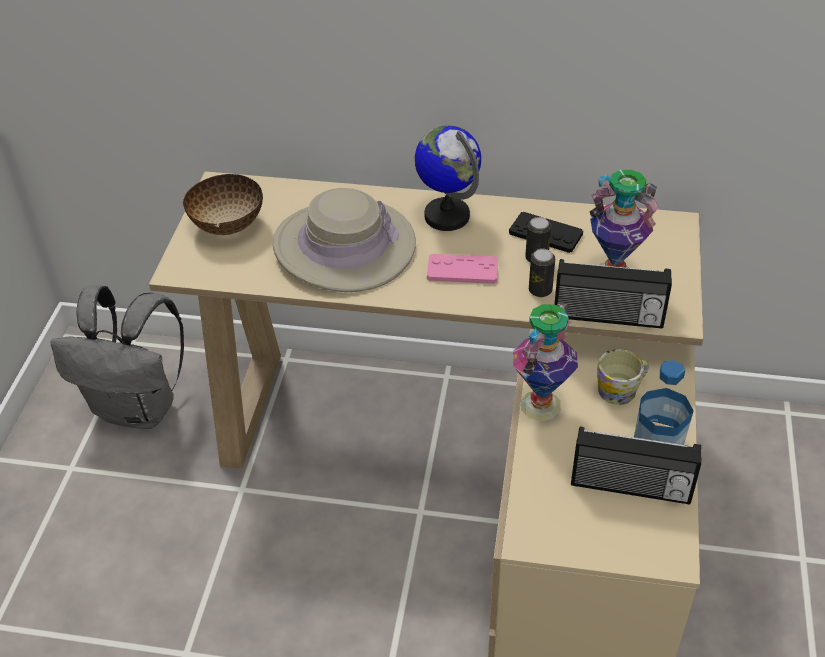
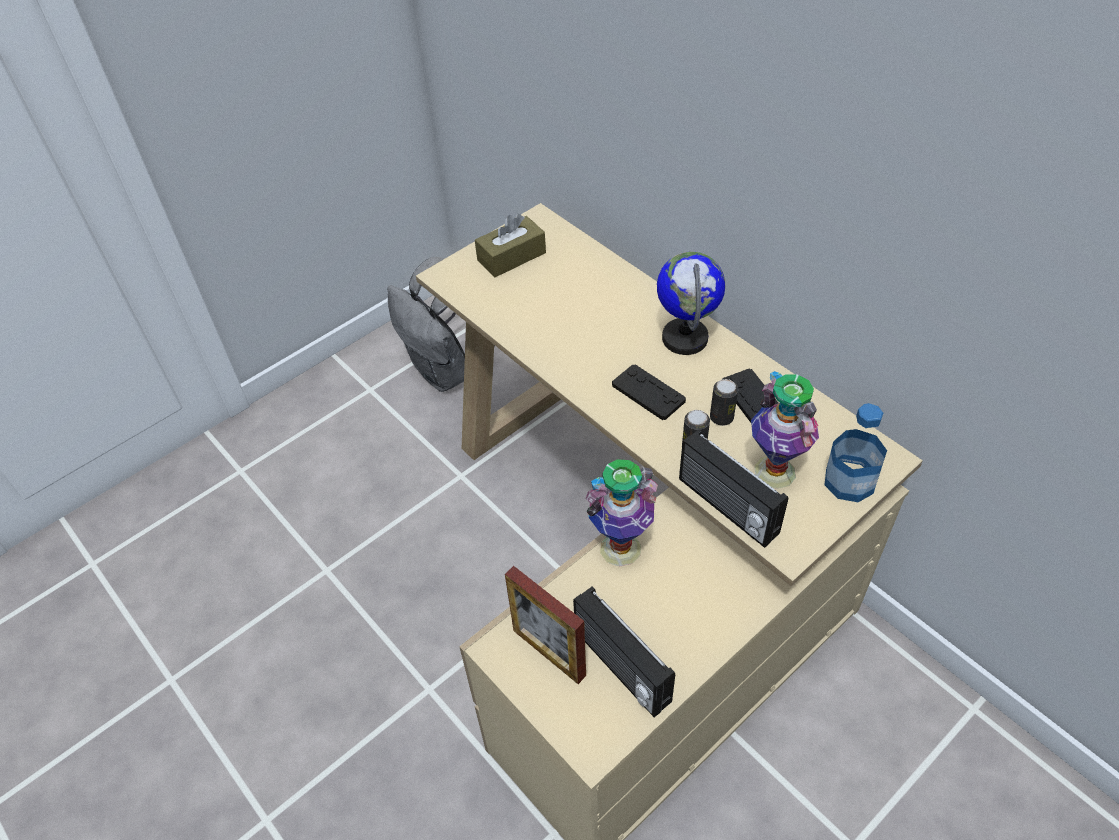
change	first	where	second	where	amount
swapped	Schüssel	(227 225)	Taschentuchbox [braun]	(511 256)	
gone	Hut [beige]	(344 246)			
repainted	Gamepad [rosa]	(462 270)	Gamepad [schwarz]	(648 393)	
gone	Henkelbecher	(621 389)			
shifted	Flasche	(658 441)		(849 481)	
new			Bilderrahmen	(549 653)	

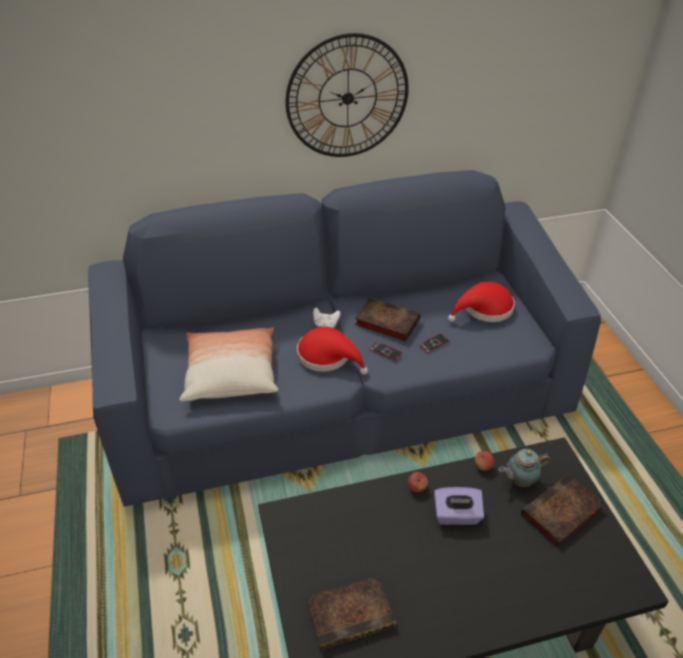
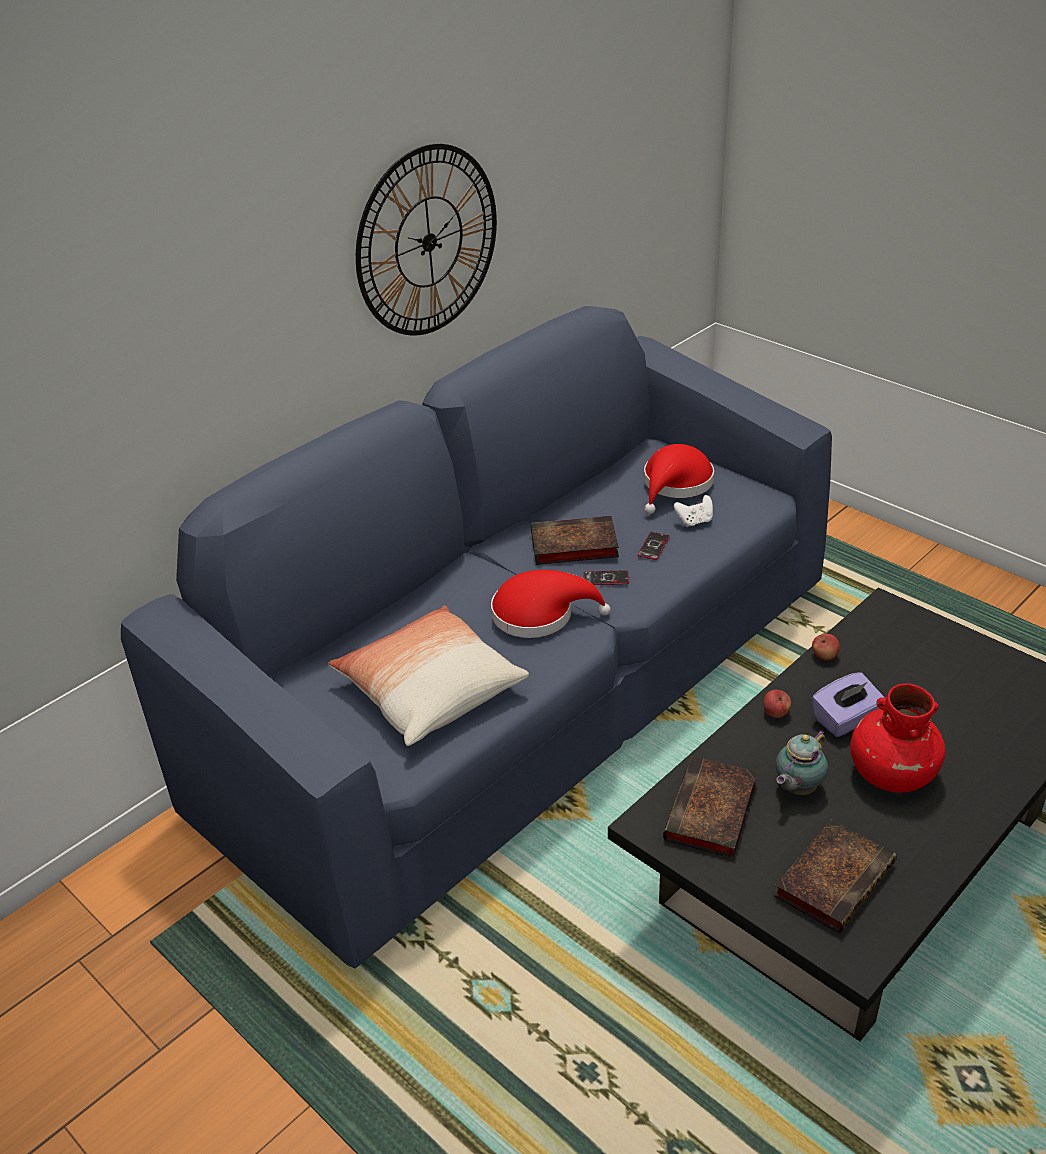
change	first	where	second	where	amount
shifted	Gamepad [weiß]	(326 324)		(694 521)	
shifted	Teekanne	(519 480)		(796 789)	
shifted	Buch	(560 514)		(711 814)	
new			Vase [rot]	(890 773)	

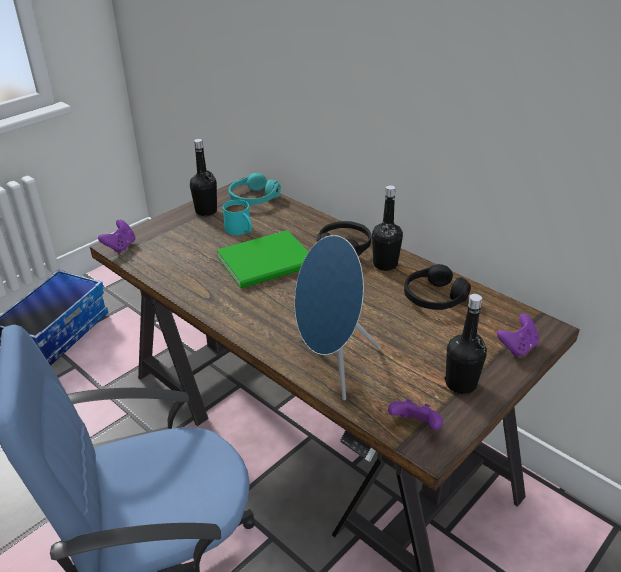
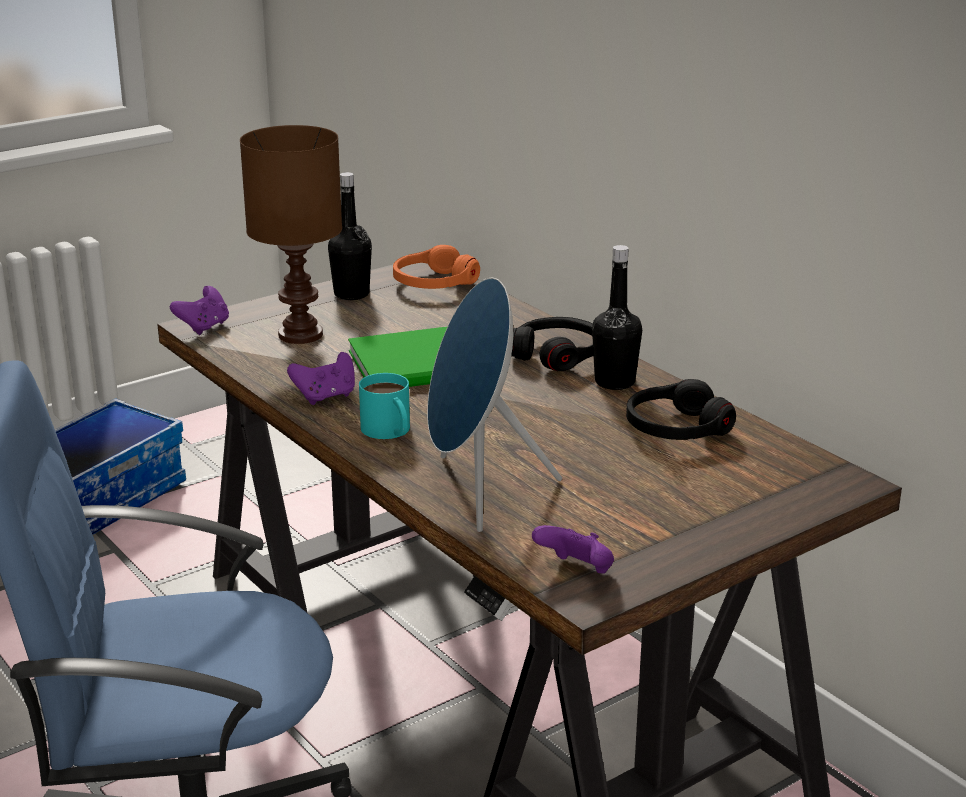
change	first	where	second	where	amount
repainted	Kopfhörer [türkis]	(253 198)	Kopfhörer [orange]	(433 283)	
shifted	Henkelbecher [türkis]	(240 230)		(389 432)	
gone	Flasche [schwarz]	(460 384)			
shifted	Gamepad [lila]	(517 347)		(325 397)	
new			Tischlampe [braun]	(299 334)	

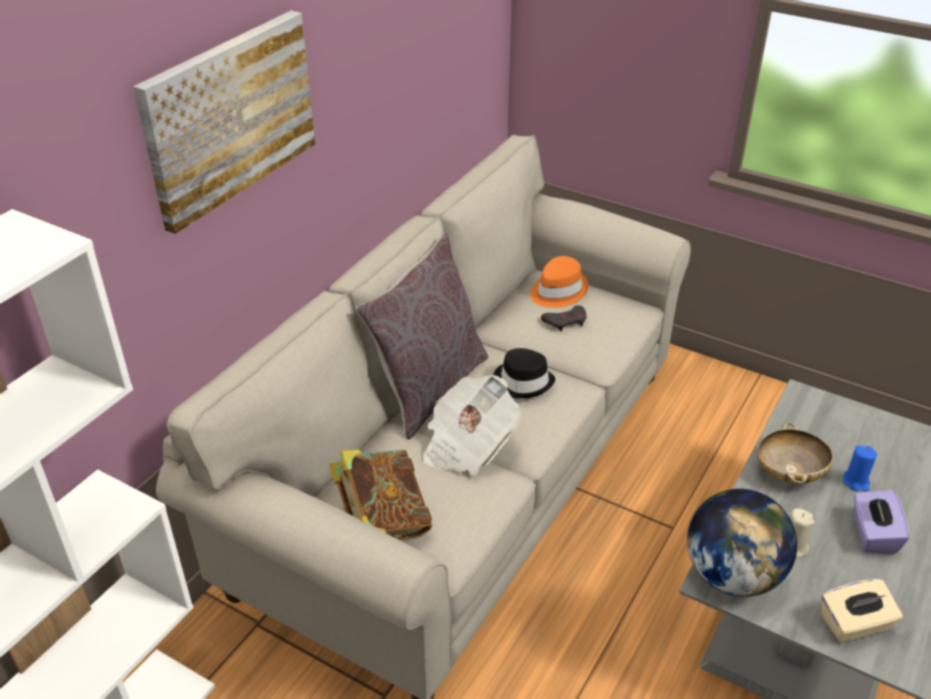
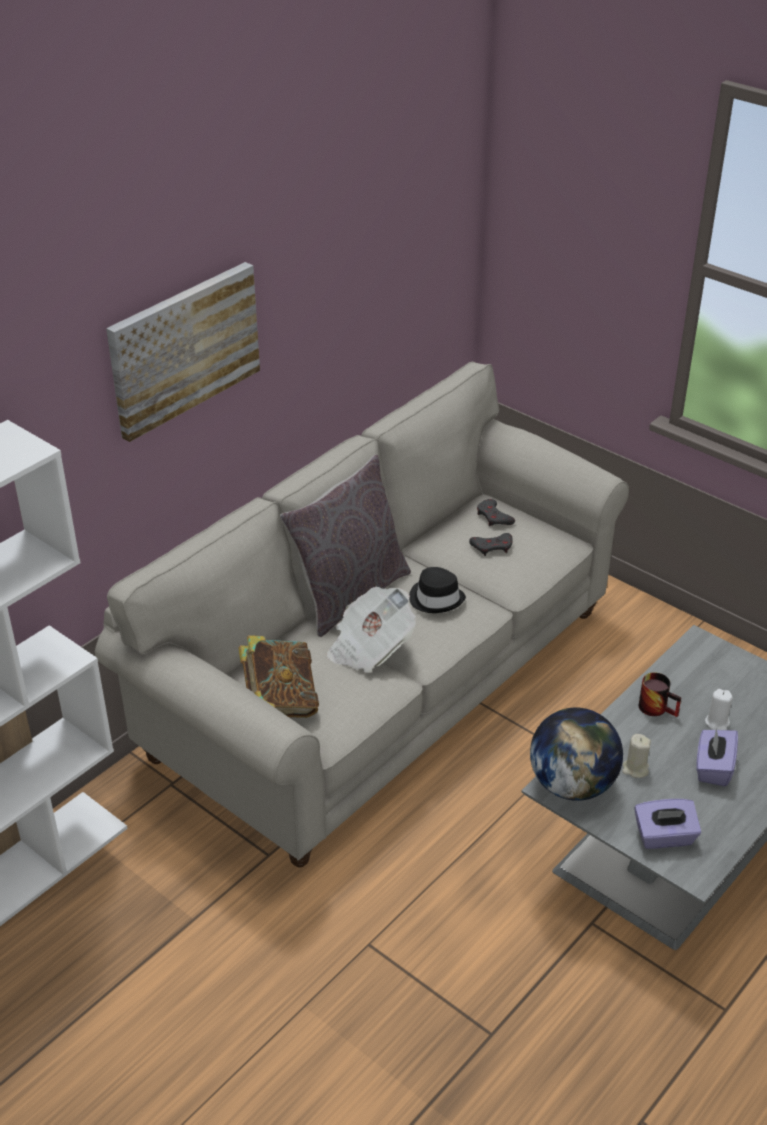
change	first	where	second	where	amount
swapped	Hut [orange]	(557 291)	Gamepad [grau]	(494 517)	
swapped	Schüssel [beige]	(789 472)	Henkelbecher	(658 707)	
repainted	Kerze [blau]	(856 482)	Kerze [weiß]	(717 723)	
repainted	Taschentuchbox [beige]	(854 625)	Taschentuchbox [lila]	(664 837)	

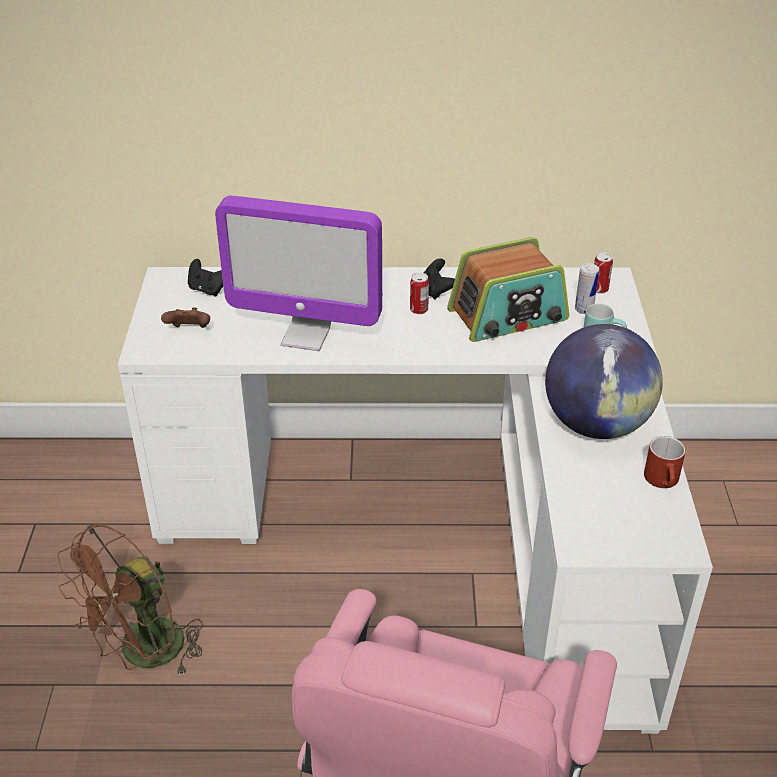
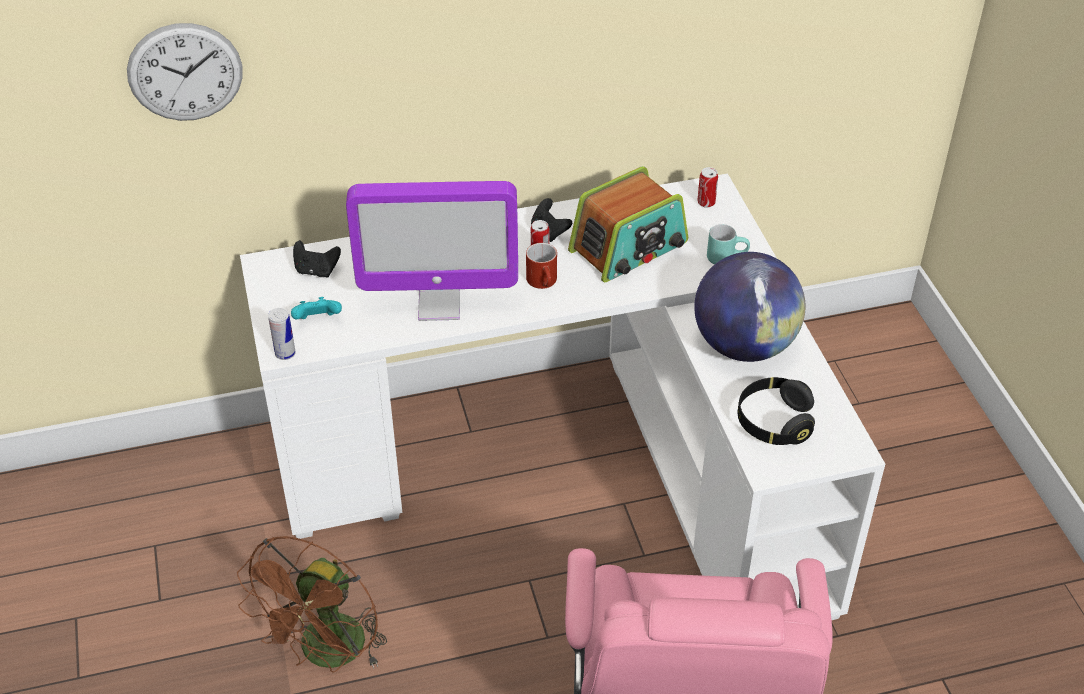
change	first	where	second	where	amount
shifted	Dose	(584 309)		(285 354)	
repainted	Gamepad [braun]	(189 330)	Gamepad [türkis]	(318 321)	
shifted	Henkelbecher [rot]	(664 481)		(544 282)	
new			Wanduhr	(185 72)	
new			Kopfhörer [schwarz]	(774 422)	

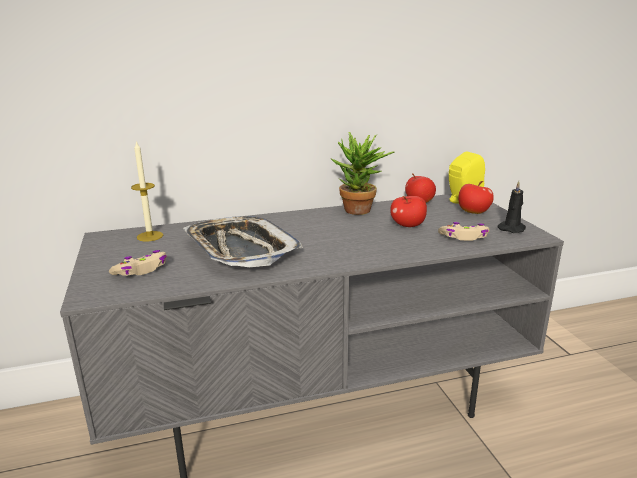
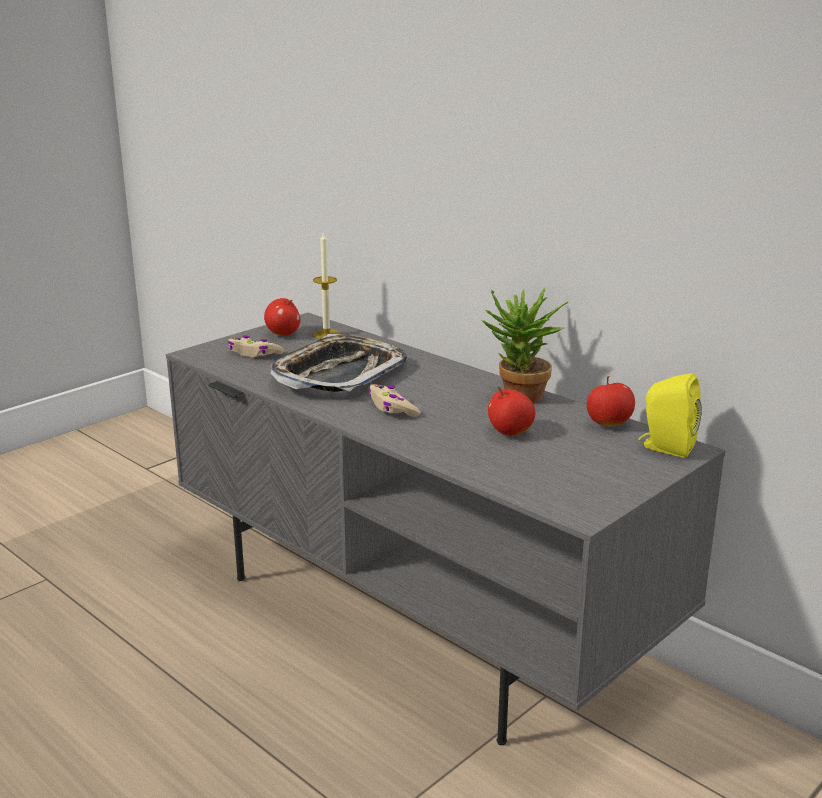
change	first	where	second	where	amount
shifted	Apfel	(473 212)		(283 334)	
gone	Kerze [schwarz]	(512 228)			
shifted	Gamepad [beige]	(464 237)		(392 408)	

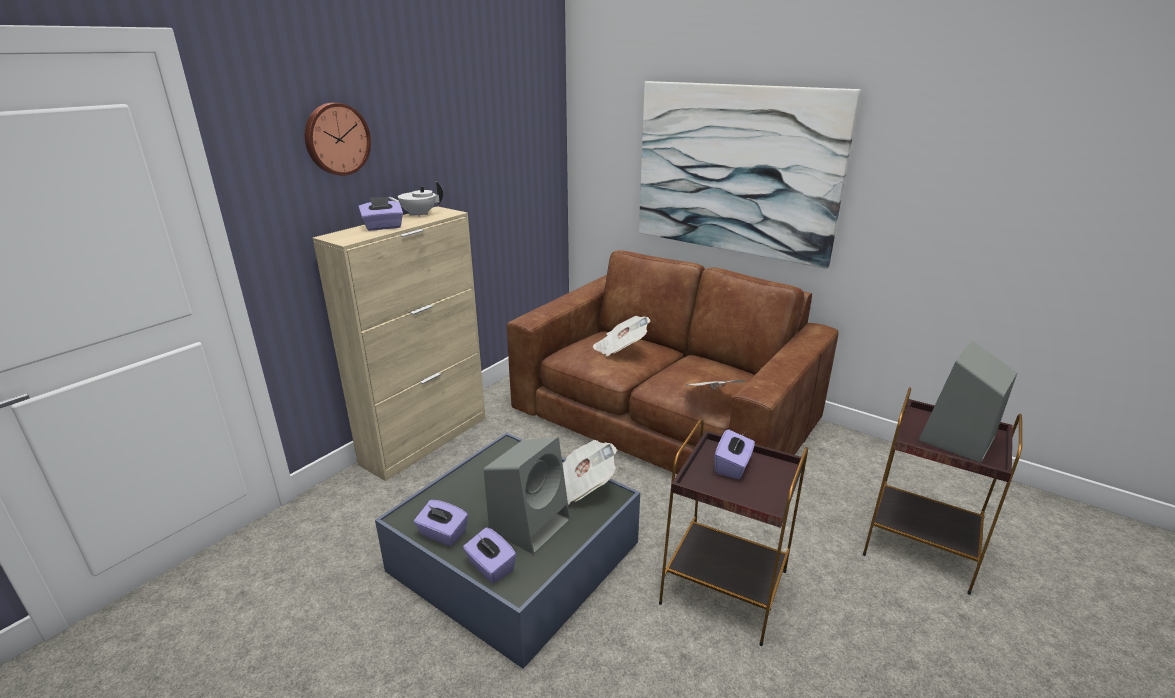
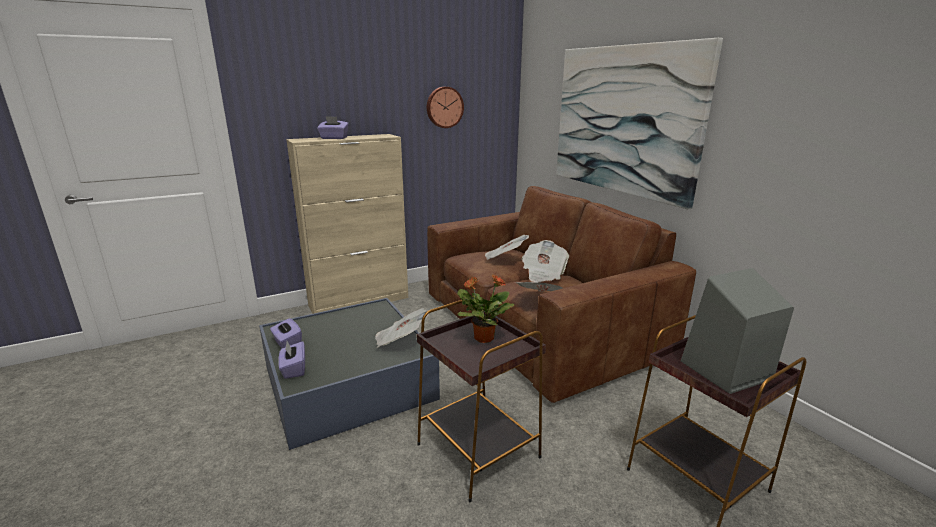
change	first	where	second	where	amount
shifted	Wanduhr	(336 139)		(444 107)	
gone	Teekanne [weiß]	(418 214)			
swapped	Taschentuchbox [lila]	(733 466)	Topfpflanze	(483 338)	
gone	Lautsprecher [grau]	(530 524)			
new			Zeitung	(543 273)	

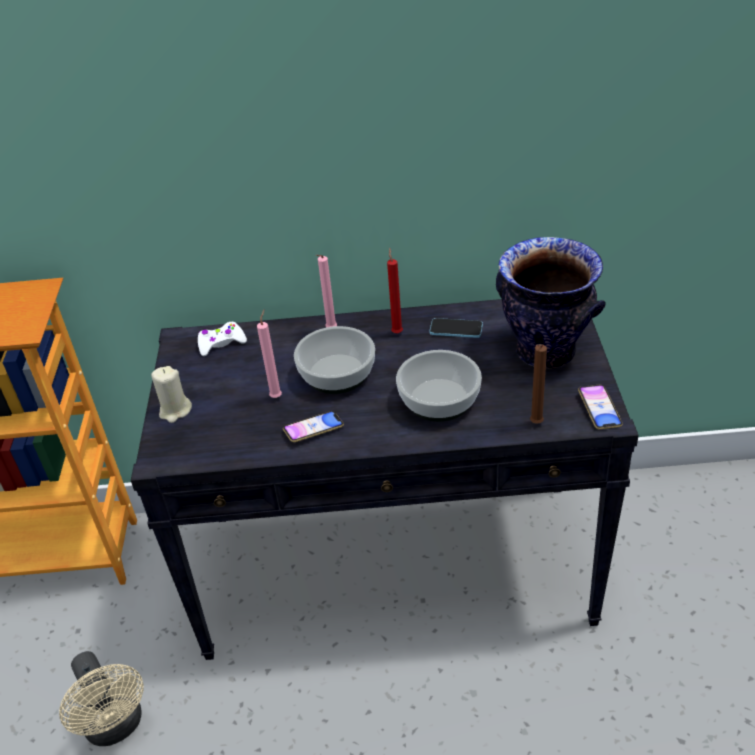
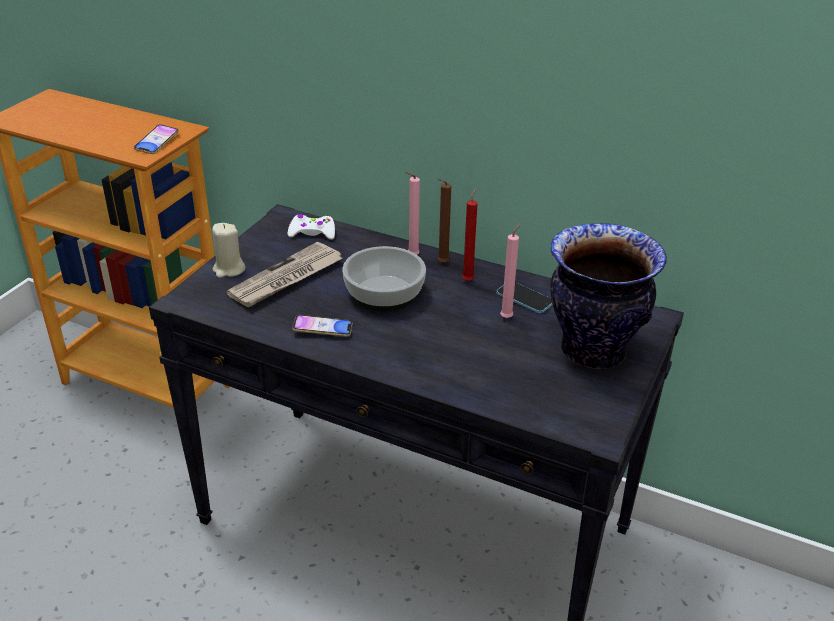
change	first	where	second	where	amount
shifted	Kerze [rosa]	(277 396)		(507 317)	
shifted	Kerze [braun]	(535 424)		(441 263)	
gone	Schüssel	(439 399)			
shifted	Handy	(599 410)		(157 142)	
gone	Ventilator [beige]	(116 726)			
new			Zeitung	(286 278)	

